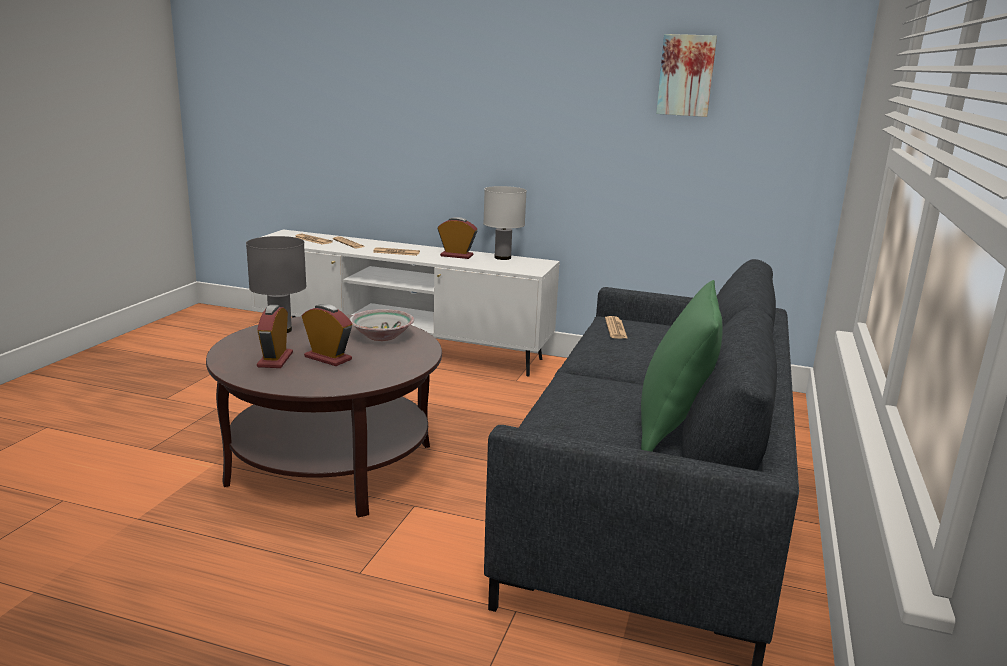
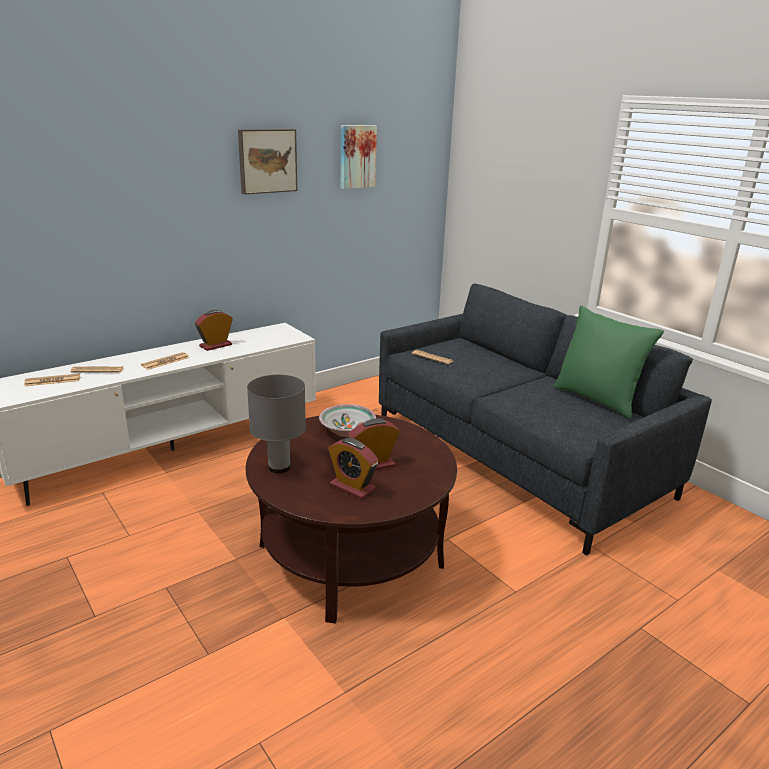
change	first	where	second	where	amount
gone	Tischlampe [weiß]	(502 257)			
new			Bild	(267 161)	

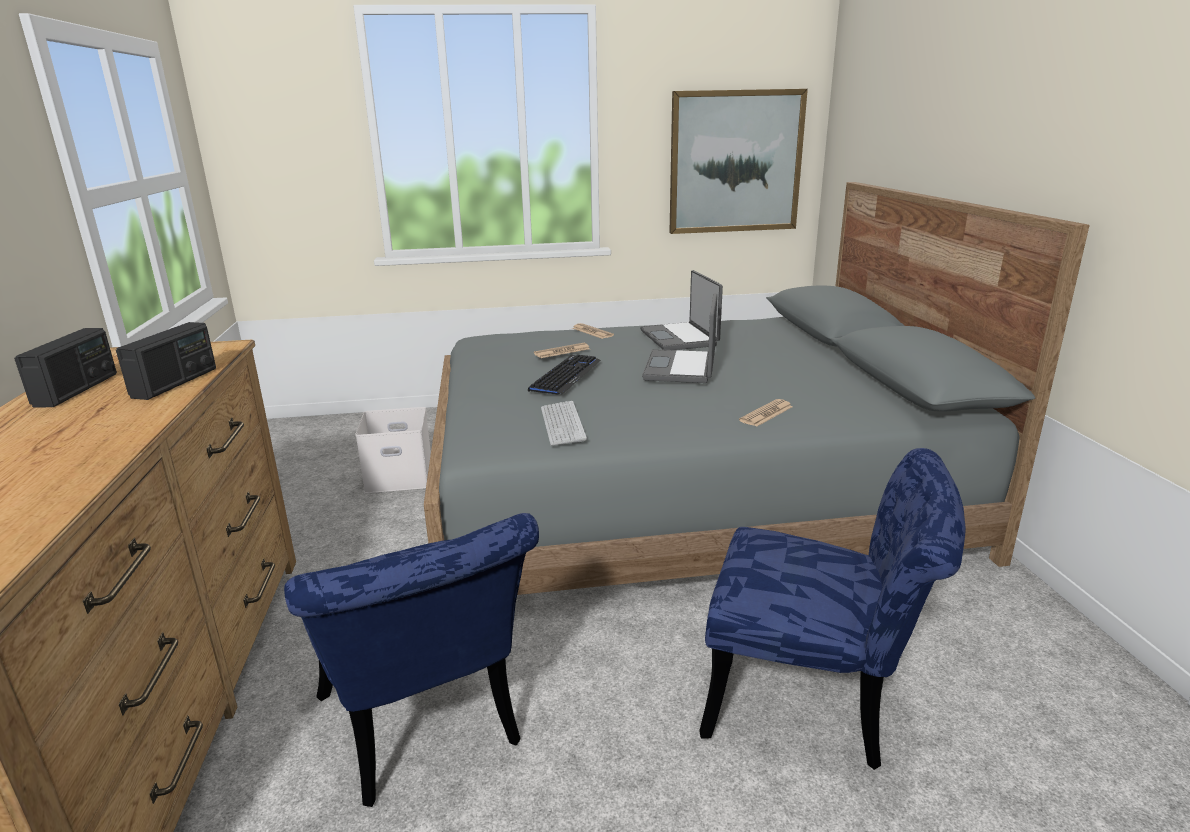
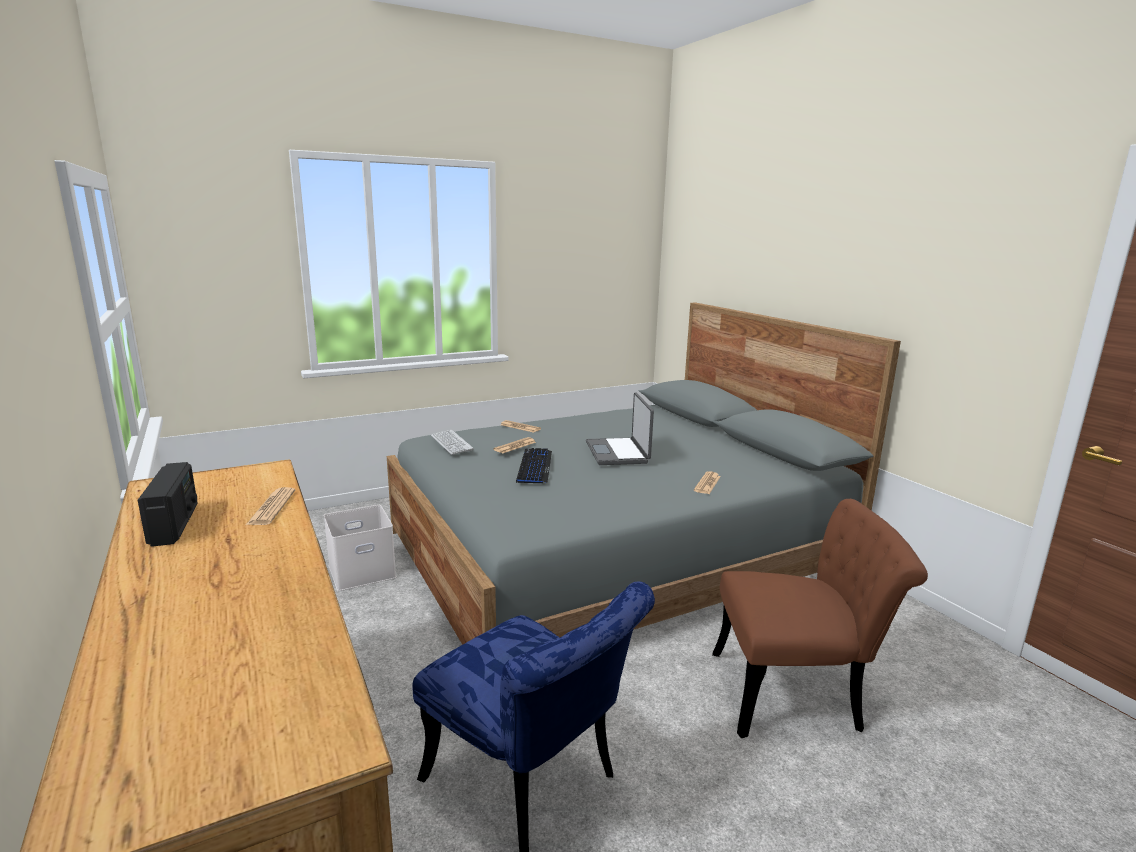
change	first	where	second	where	amount
gone	Bild	(735 162)			
gone	Laptop	(680 338)			
swapped	Radio	(175 383)	Zeitung	(272 507)	
shifted	Tastatur	(562 424)		(451 443)	
repainted	Stuhl [blau]	(815 701)	Stuhl [braun]	(798 693)	

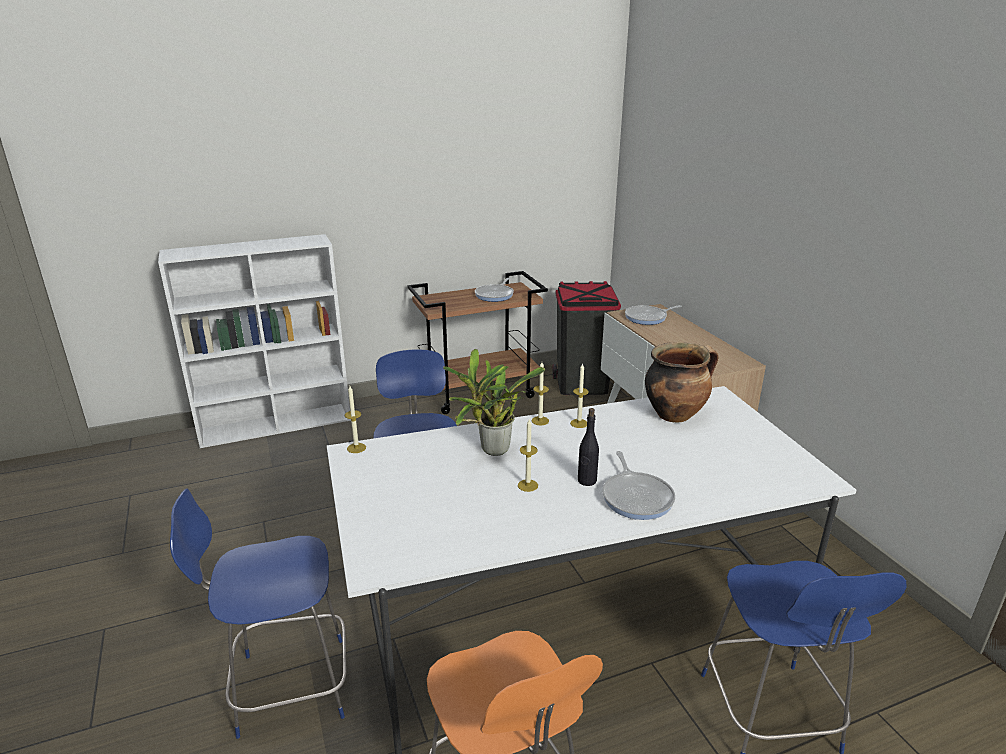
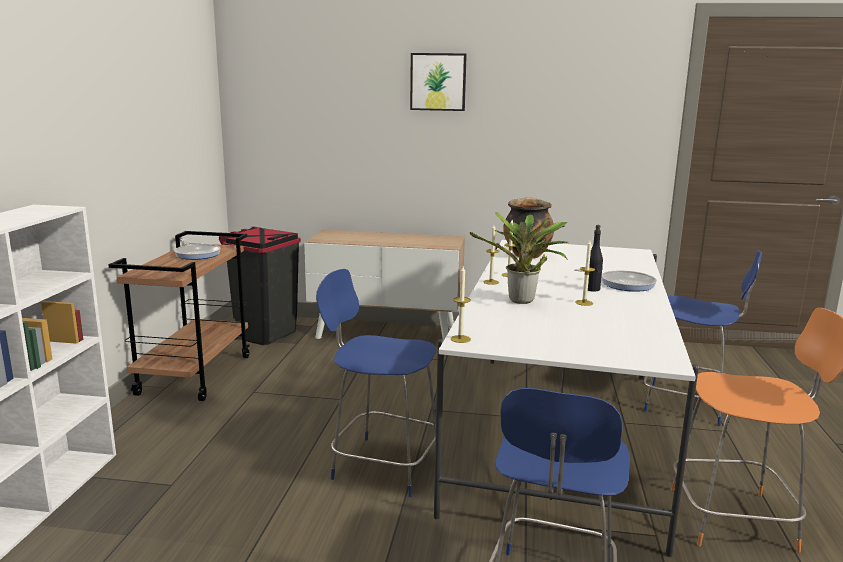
change	first	where	second	where	amount
gone	Pfanne	(648 318)			
new			Bild	(438 82)	

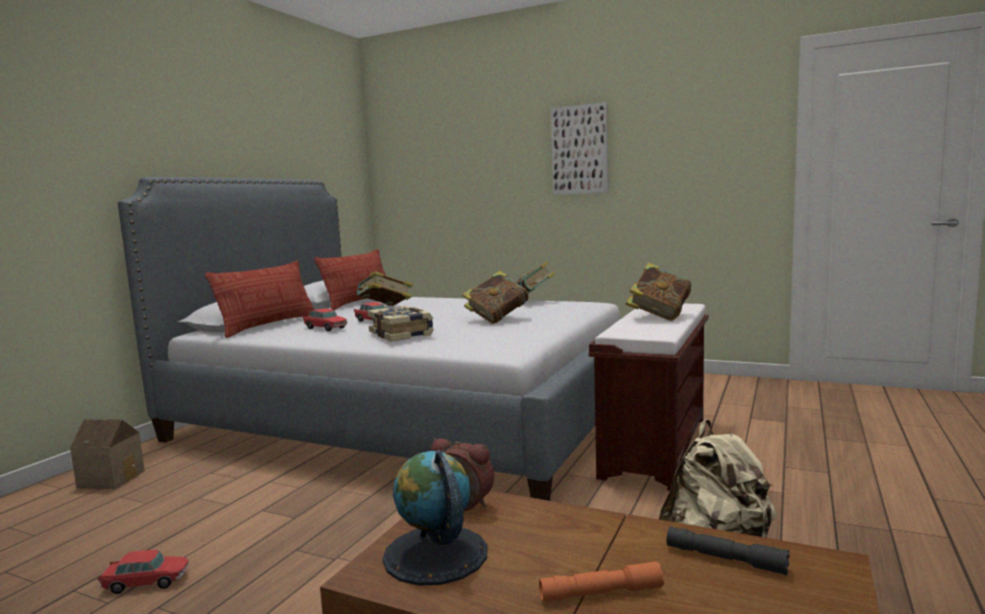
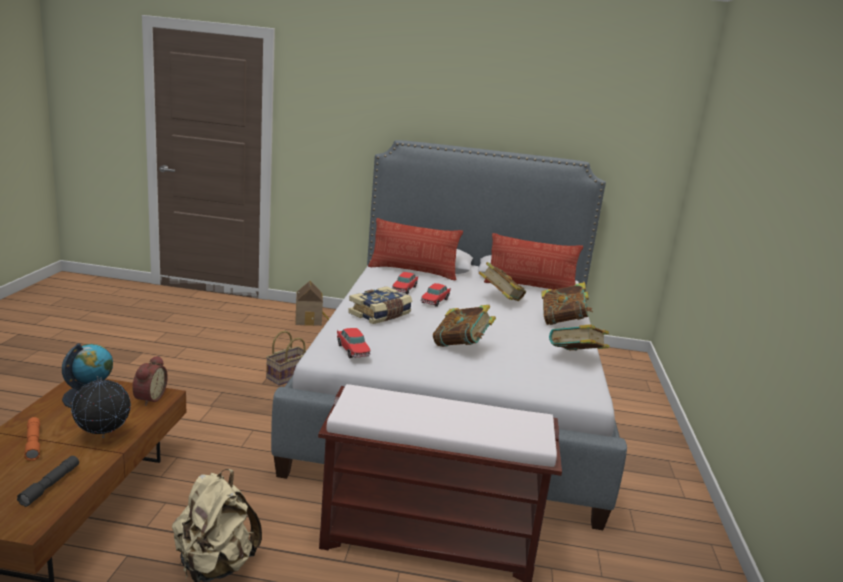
change	first	where	second	where	amount
gone	Bild	(580 150)			
shifted	Buch	(659 316)		(562 322)	
shifted	Spielzeugauto	(146 582)		(353 350)	
new			Korb	(288 375)	
new			Globus	(103 436)	

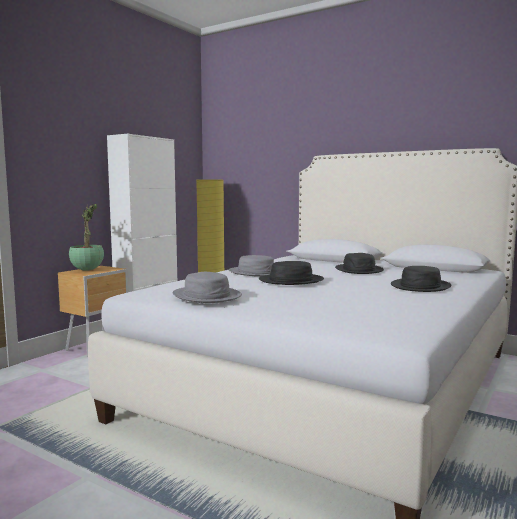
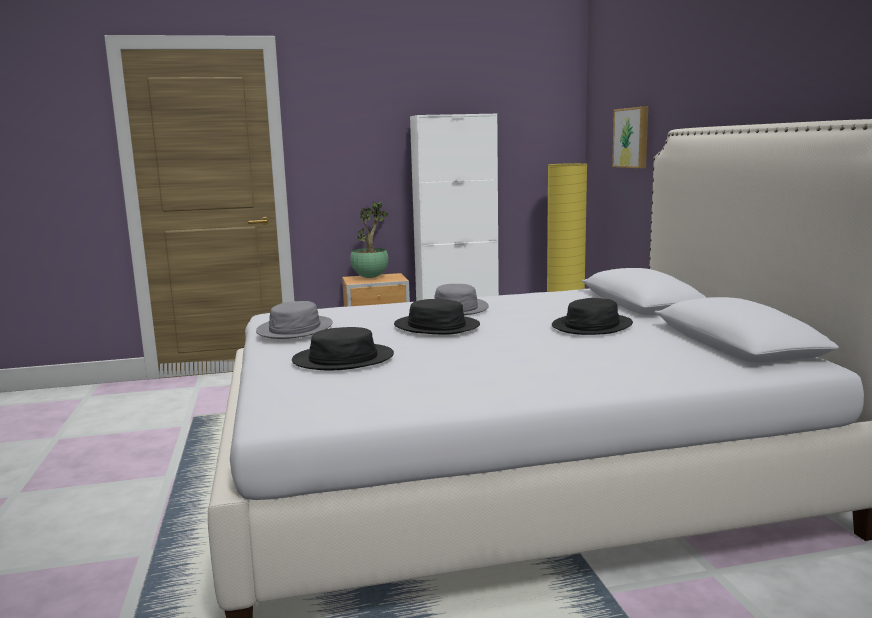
change	first	where	second	where	amount
shifted	Hut [schwarz]	(420 286)		(343 359)	
new			Bild	(632 137)	

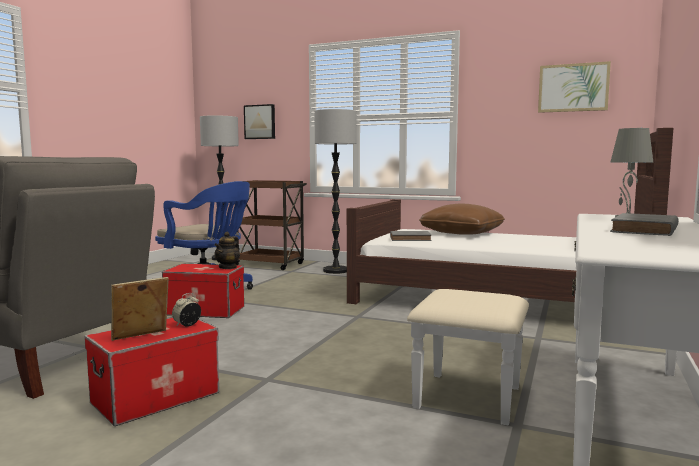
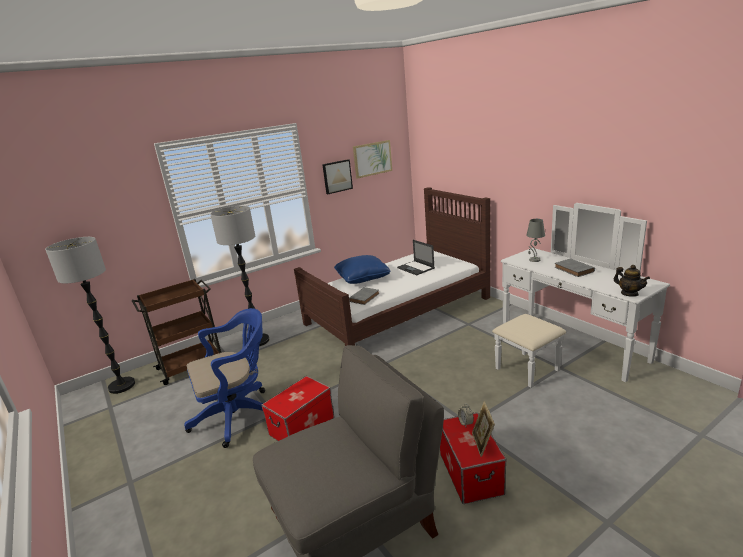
change	first	where	second	where	amount
shifted	Bild	(260 122)		(337 176)	
repainted	Kissen [braun]	(461 233)	Kissen [blau]	(362 278)	
shifted	Teekanne	(228 267)		(629 293)	
new			Laptop	(416 268)	

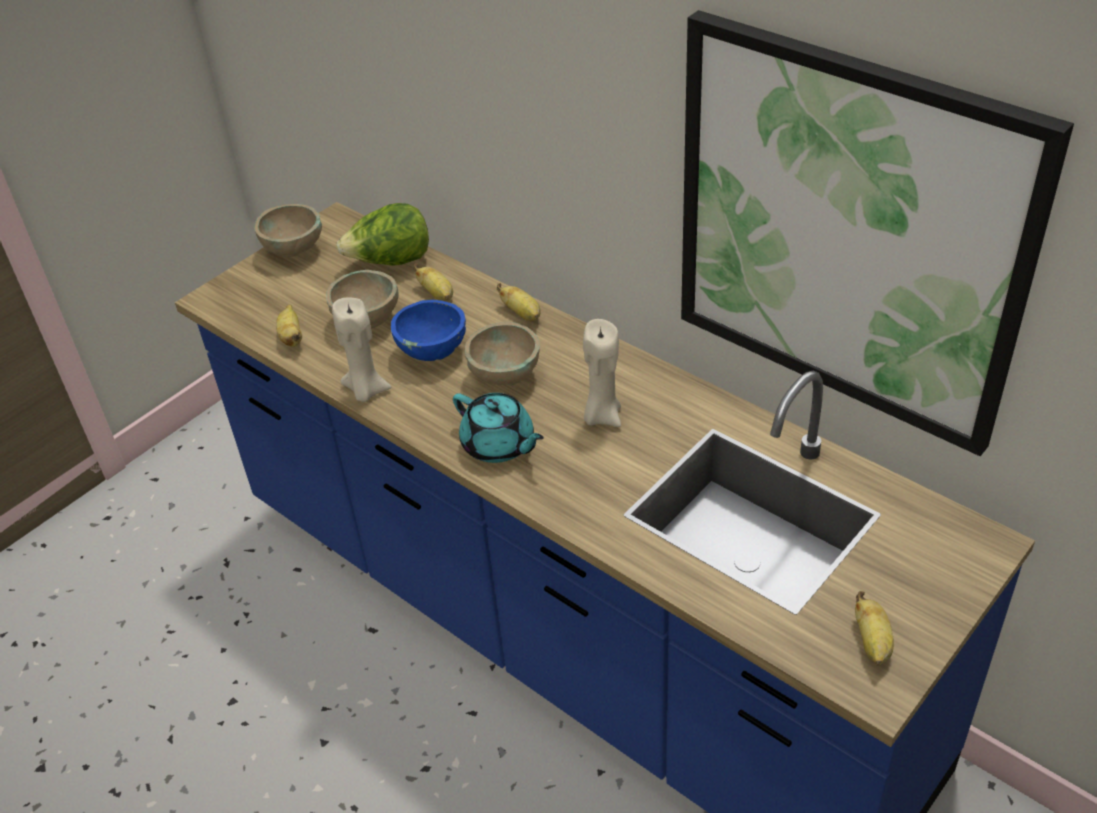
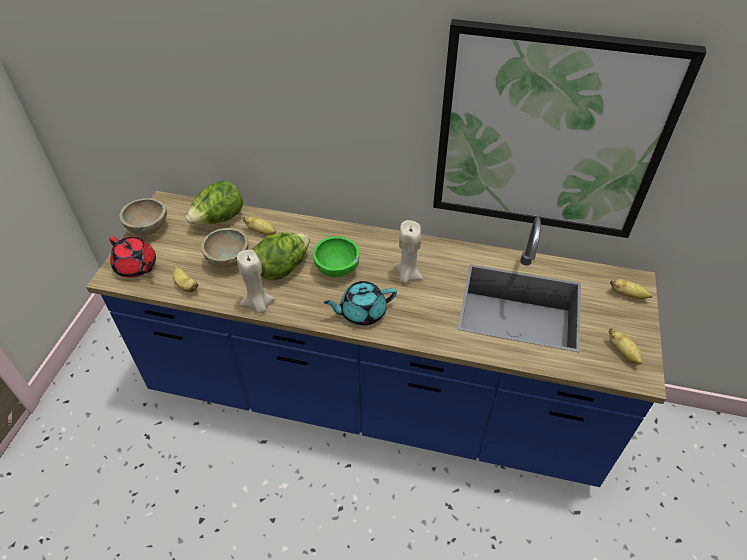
change	first	where	second	where	amount
shifted	Banane	(522 314)		(628 295)	
swapped	Schüssel [blau]	(431 351)	Salatkopf	(282 268)	
repainted	Schüssel [beige]	(504 376)	Schüssel [grün]	(336 270)	
rotated	Teekanne [türkis]	(499 445)		(362 312)	150 degrees clockwise
new			Teekanne [rot]	(136 267)	

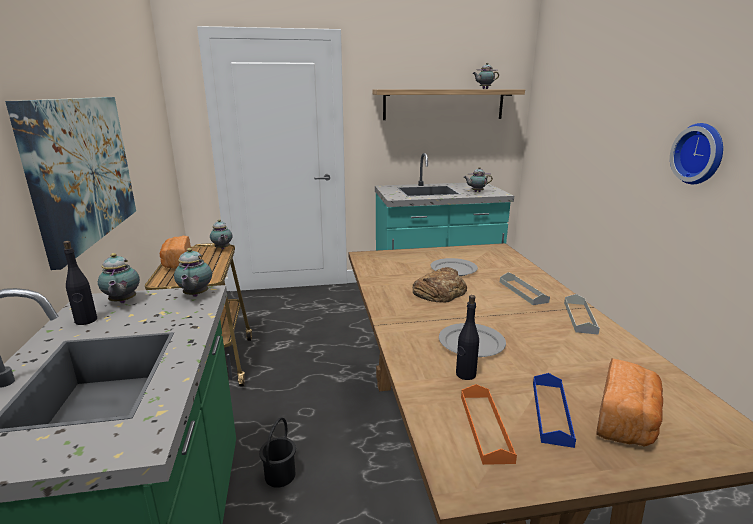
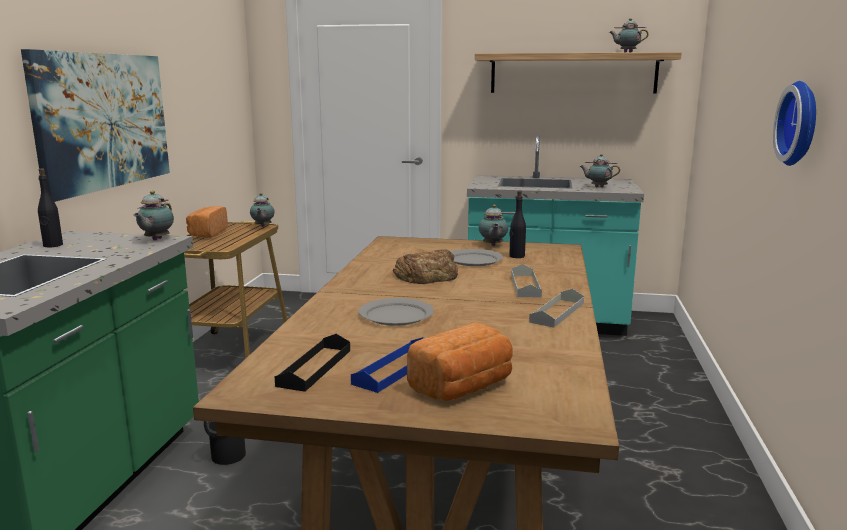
change	first	where	second	where	amount
shifted	Teekanne	(122 302)		(492 245)	
shifted	Flasche [schwarz]	(465 374)		(516 256)	
repainted	Tablett [orange]	(485 427)	Tablett [schwarz]	(315 367)	

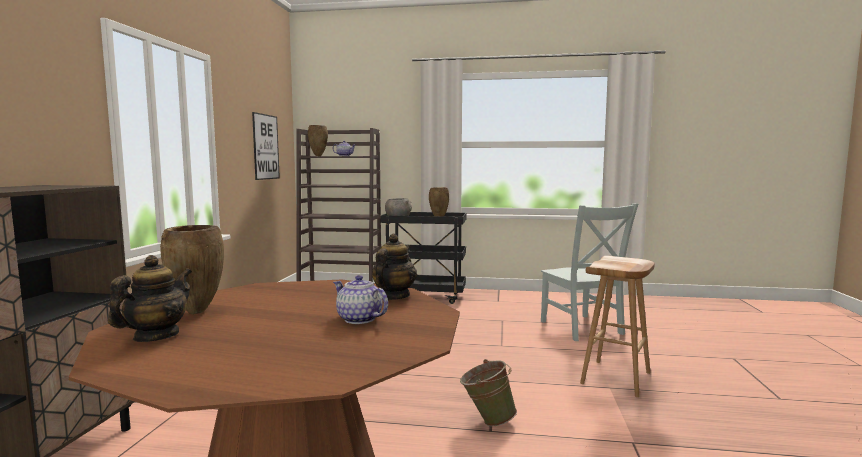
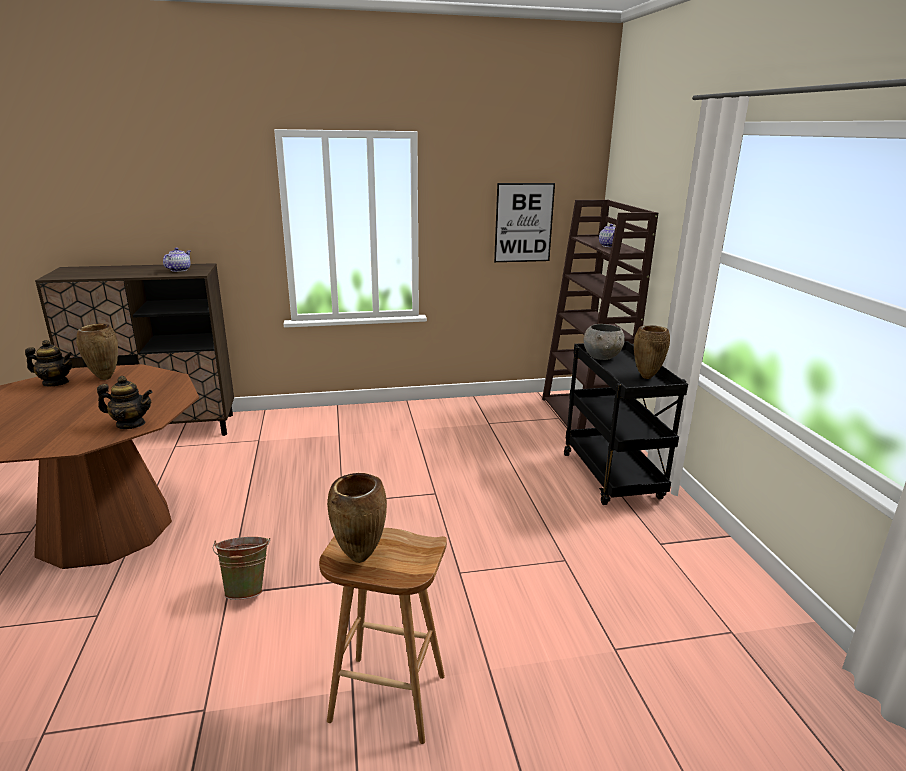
change	first	where	second	where	amount
shifted	Vase [braun]	(318 156)		(360 559)	
gone	Stuhl [grau]	(582 329)			
shifted	Teekanne	(358 319)		(179 270)	

